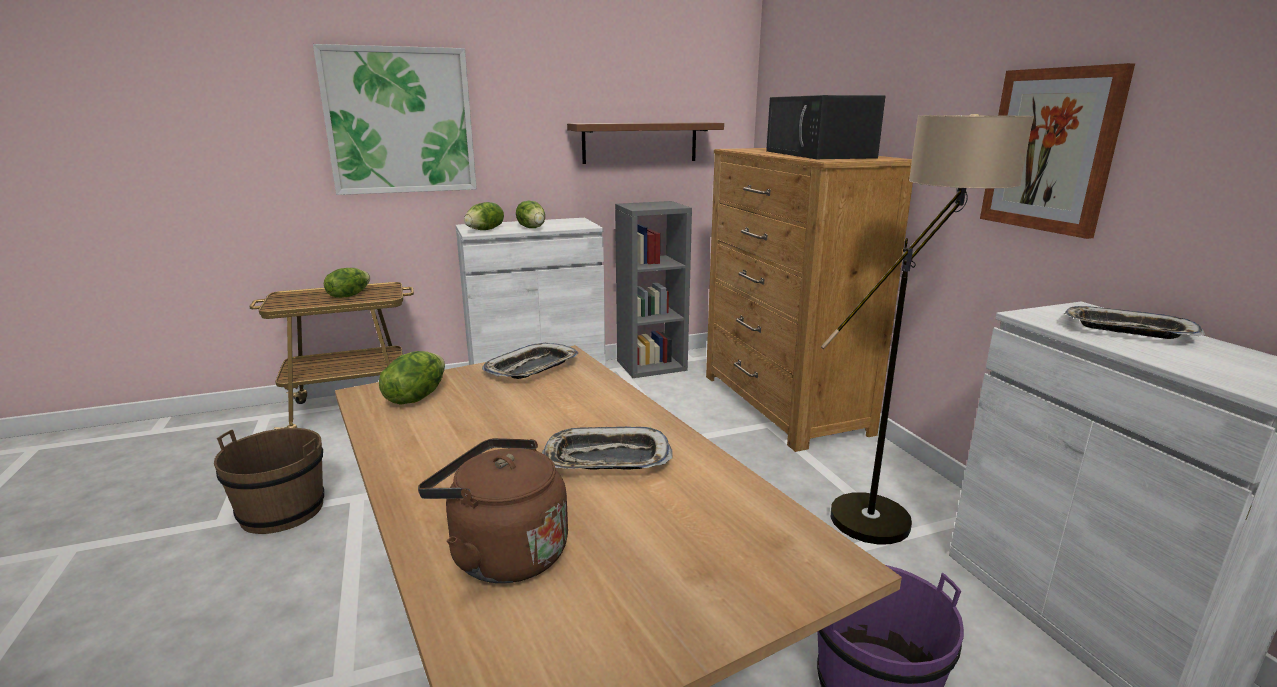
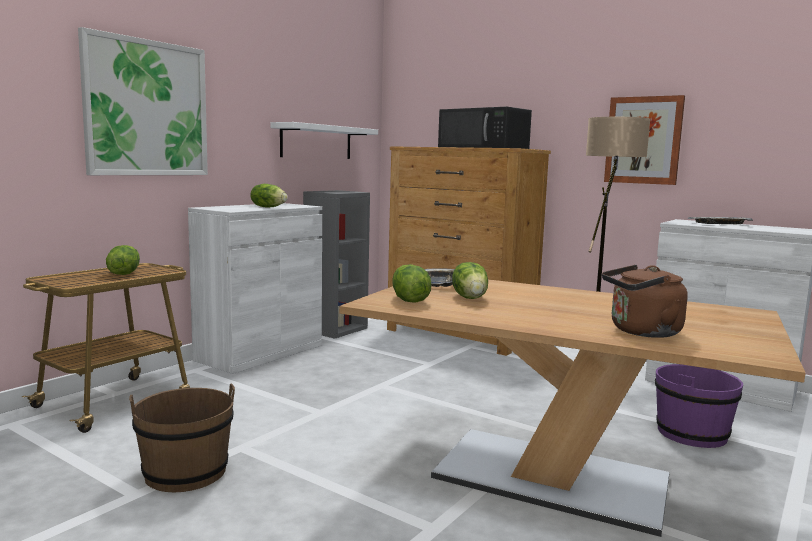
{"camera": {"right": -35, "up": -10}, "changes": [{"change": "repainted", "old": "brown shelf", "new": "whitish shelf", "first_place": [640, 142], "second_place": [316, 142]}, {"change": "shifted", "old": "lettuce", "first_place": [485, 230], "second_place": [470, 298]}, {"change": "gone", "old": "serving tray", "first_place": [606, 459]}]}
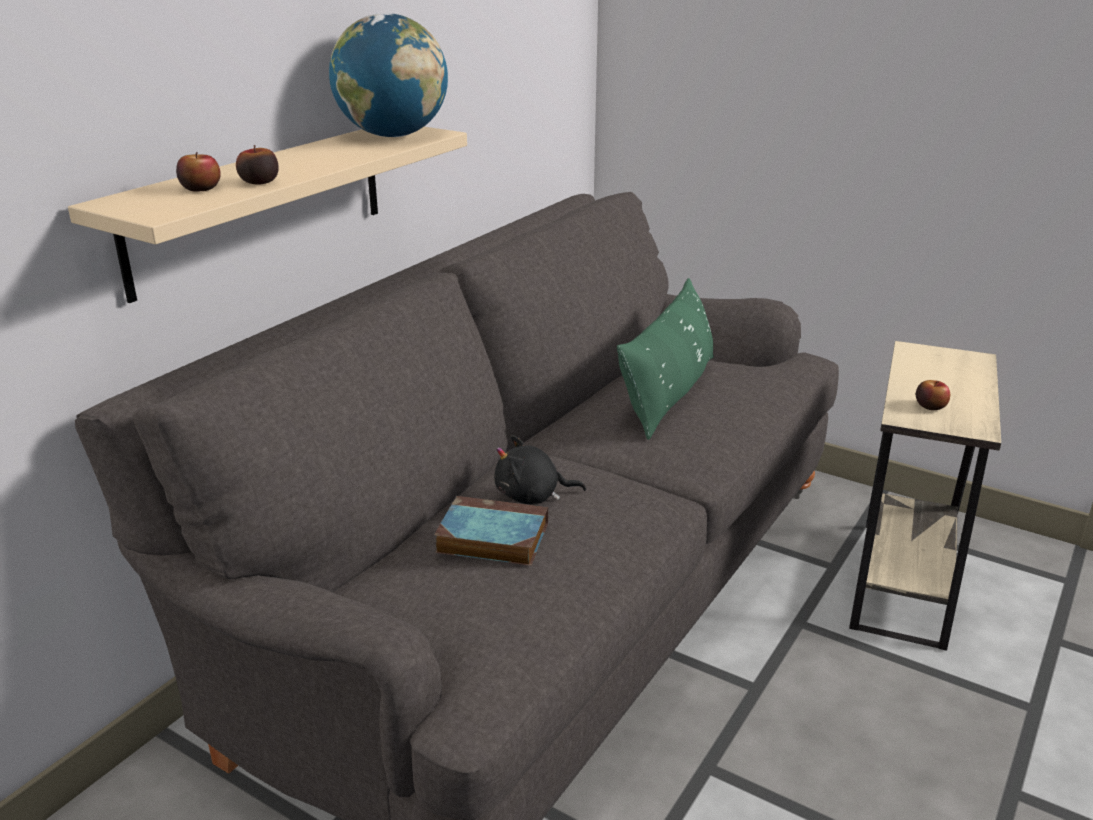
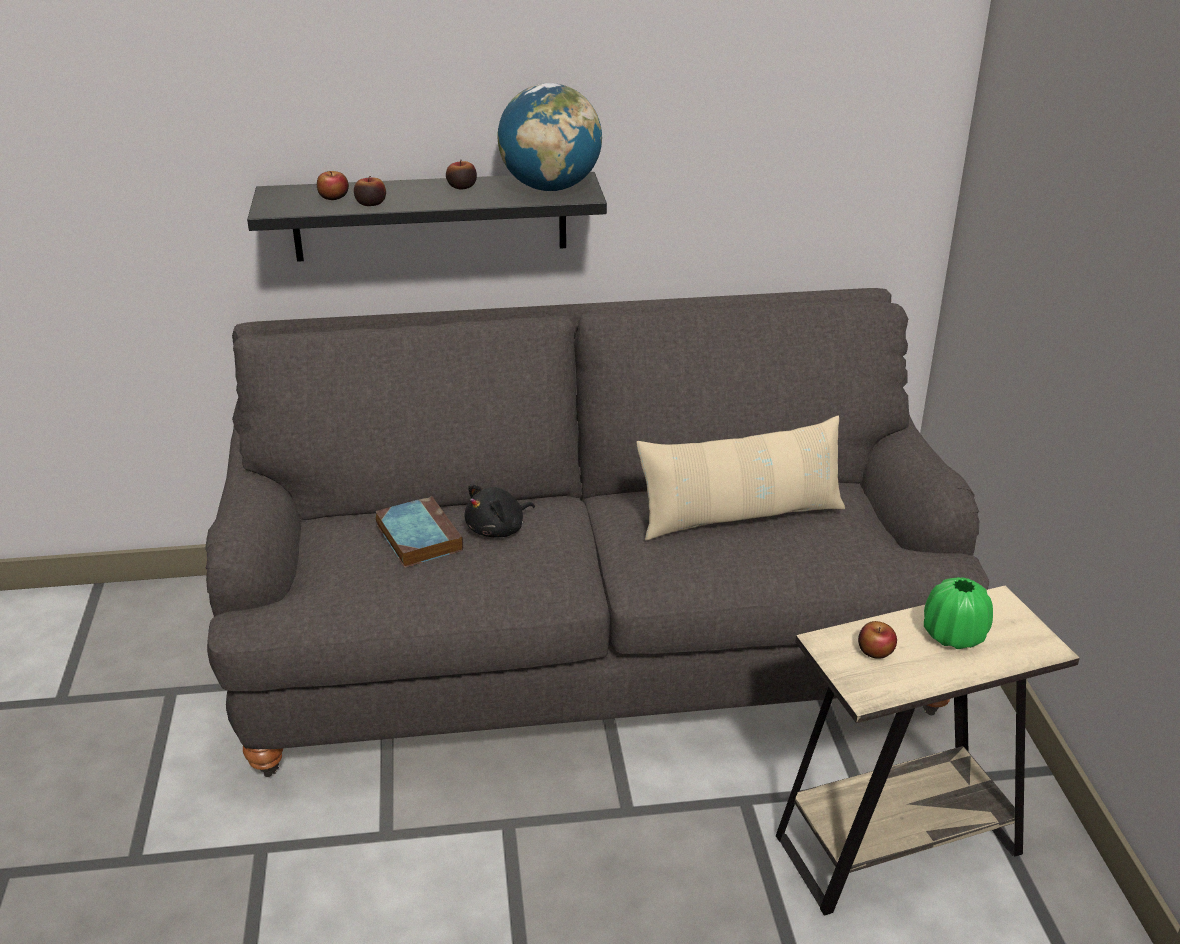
{"camera": {"right": 50, "up": 5}, "changes": [{"change": "repainted", "old": "beige-coloured shelf", "new": "black shelf", "first_place": [260, 205], "second_place": [430, 216]}, {"change": "new", "new": "apple fruit", "second_place": [461, 187]}, {"change": "rotated", "old": "black soft toy", "first_place": [532, 496], "second_place": [498, 529], "degrees": -90}, {"change": "repainted", "old": "greenish throw pillow", "new": "beige-coloured throw pillow", "first_place": [669, 393], "second_place": [741, 517]}, {"change": "new", "new": "greenish flower vase", "second_place": [954, 635]}]}
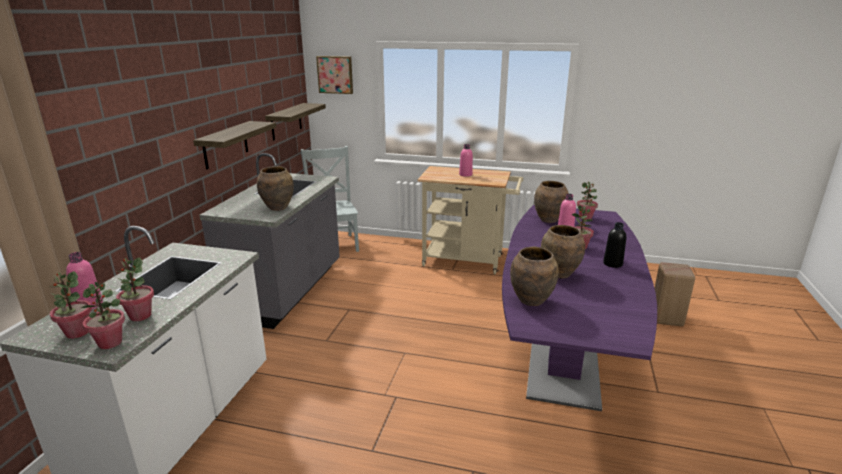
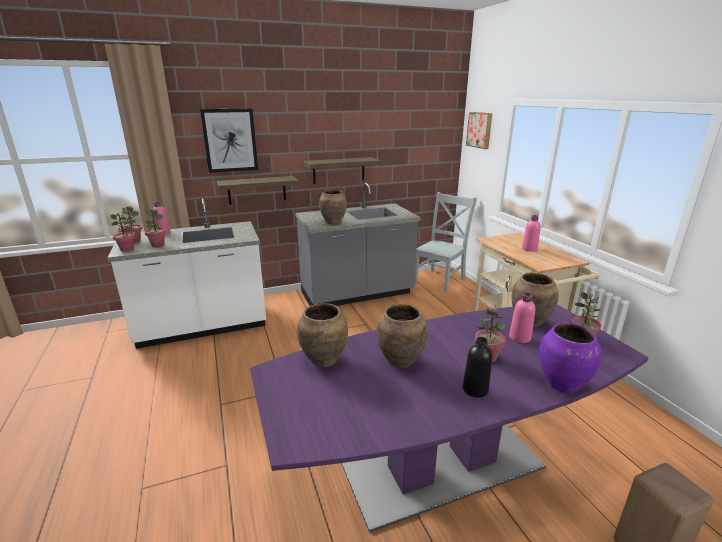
{"camera": {"right": 55, "up": 0}, "changes": [{"change": "new", "new": "wall art", "second_place": [230, 140]}, {"change": "shifted", "old": "shelf", "first_place": [286, 121], "second_place": [257, 190]}, {"change": "new", "new": "purplish flower vase", "second_place": [563, 385]}]}
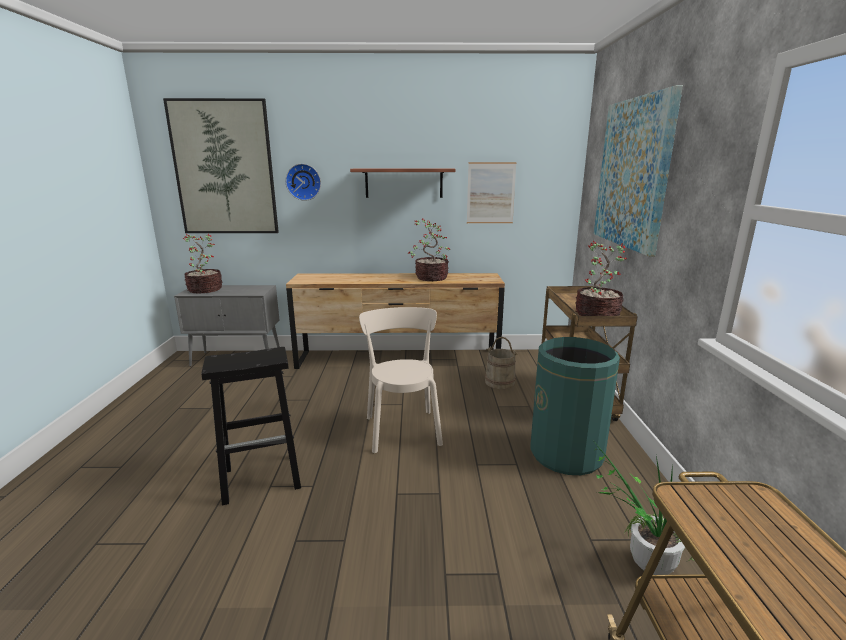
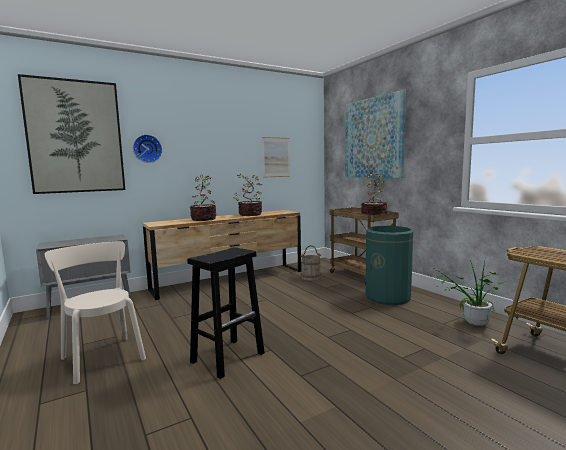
{"camera": {"right": -30, "up": -10}, "changes": [{"change": "shifted", "old": "beige-coloured plain chair", "first_place": [402, 428], "second_place": [102, 357]}, {"change": "shifted", "old": "potted plant", "first_place": [204, 290], "second_place": [204, 219]}, {"change": "gone", "old": "shelf", "first_place": [404, 183]}]}
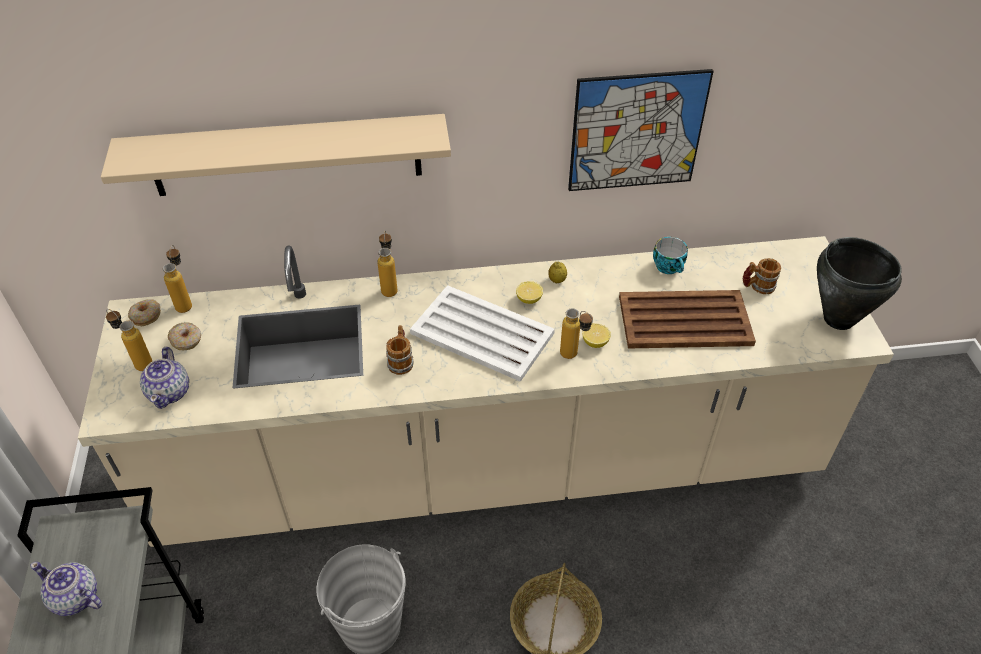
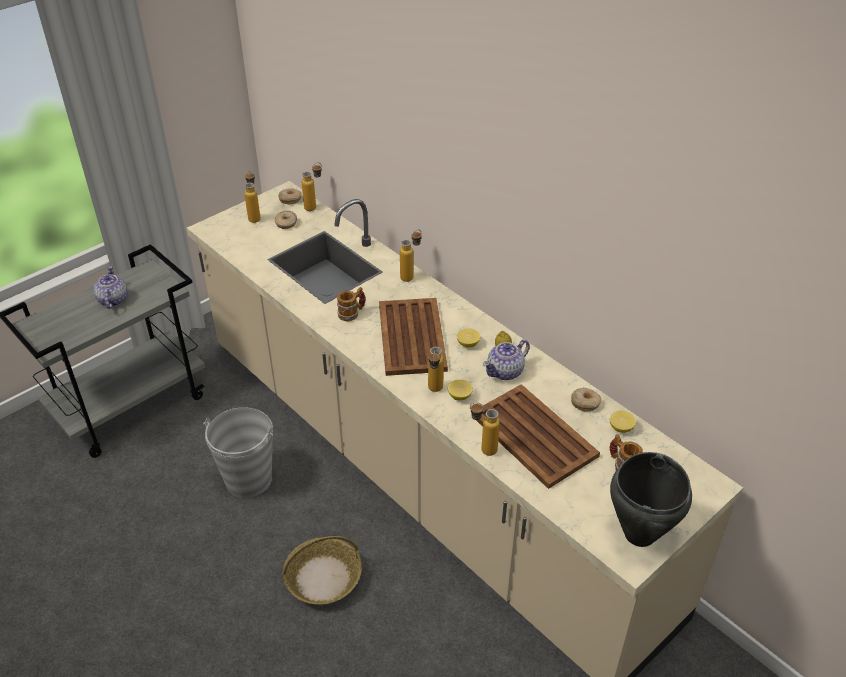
{"camera": {"right": 55, "up": -5}, "changes": [{"change": "repainted", "old": "whitish serving tray", "new": "brown serving tray", "first_place": [483, 334], "second_place": [411, 338]}, {"change": "new", "new": "beverage bottle", "second_place": [482, 449]}, {"change": "shifted", "old": "teapot", "first_place": [170, 392], "second_place": [505, 371]}, {"change": "swapped", "old": "small cup", "new": "doughnut", "first_place": [669, 267], "second_place": [585, 403]}, {"change": "new", "new": "whole lemon", "second_place": [621, 428]}, {"change": "gone", "old": "beige-coloured shelf", "first_place": [286, 155]}, {"change": "gone", "old": "wall art", "first_place": [636, 131]}]}
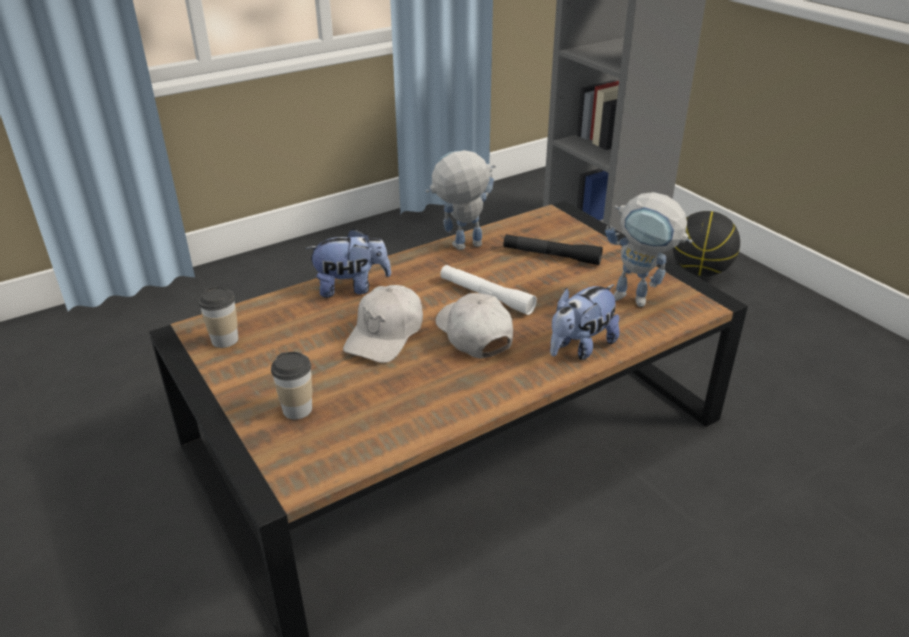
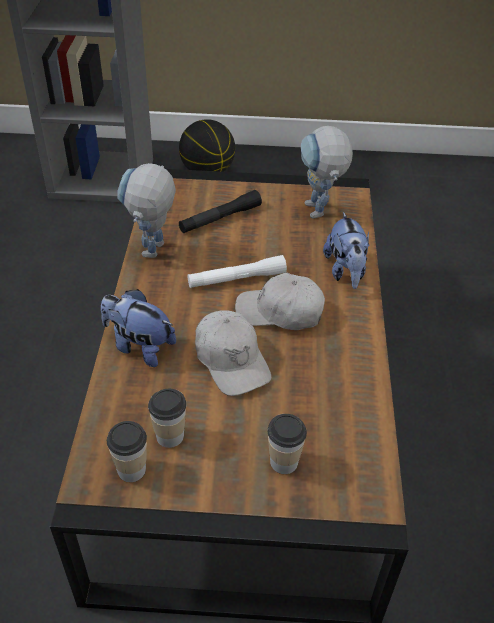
{"camera": {"right": -55, "up": 10}, "changes": [{"change": "rotated", "old": "soft toy", "first_place": [351, 288], "second_place": [139, 346], "degrees": -90}, {"change": "new", "new": "small cup", "second_place": [170, 436]}, {"change": "rotated", "old": "model robot", "first_place": [640, 300], "second_place": [319, 214], "degrees": 105}]}
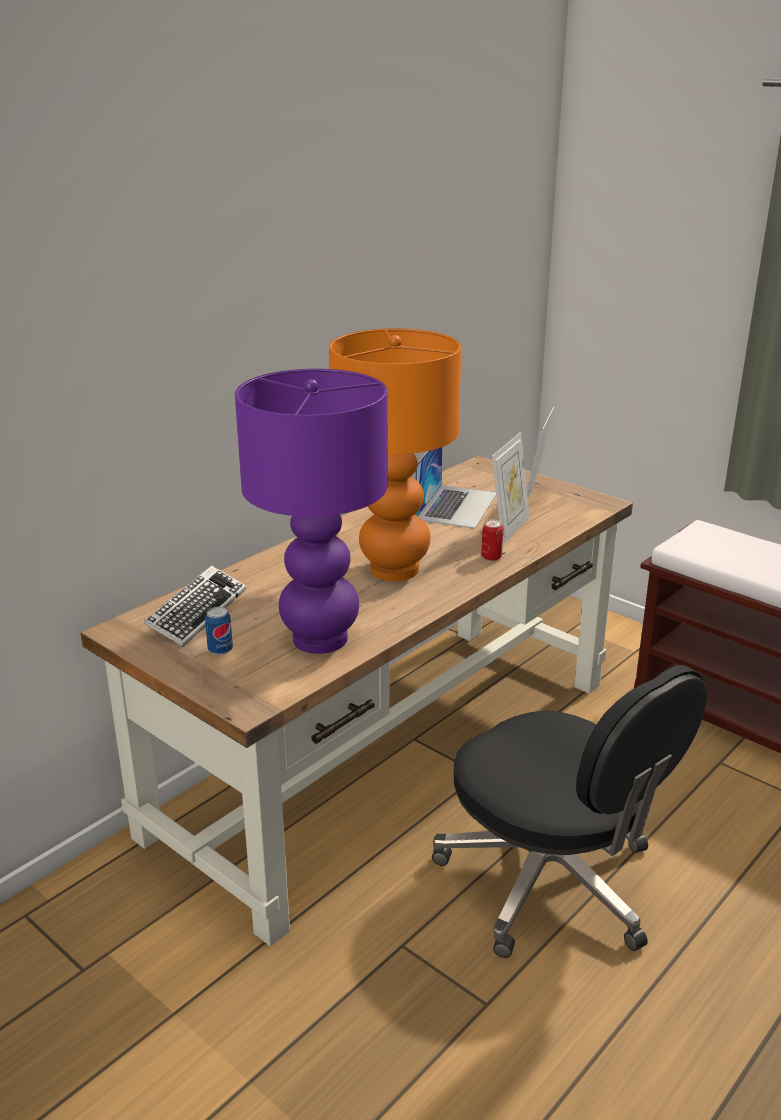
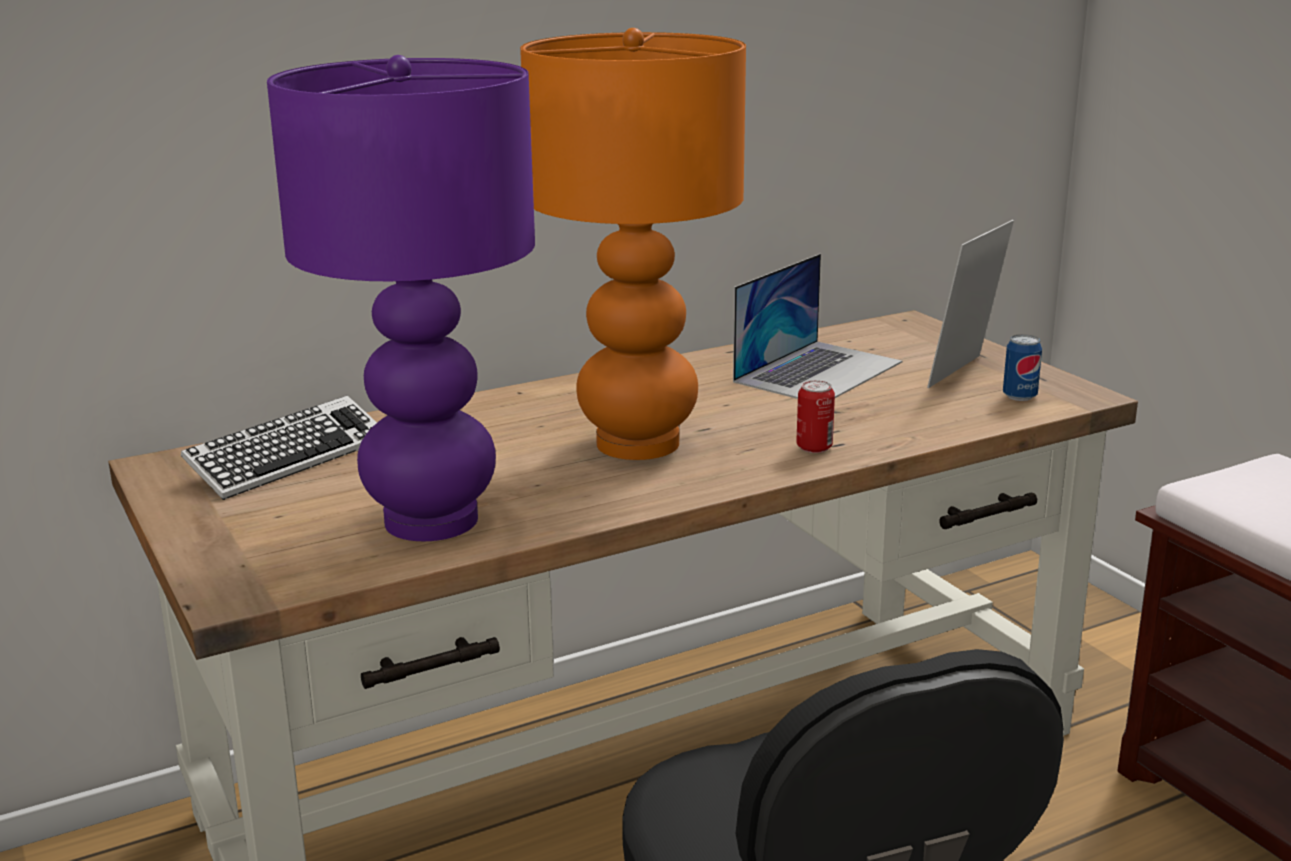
{"camera": {"right": 20, "up": -5}, "changes": [{"change": "shifted", "old": "metal can", "first_place": [220, 650], "second_place": [1019, 396]}, {"change": "gone", "old": "standing frame", "first_place": [509, 529]}]}
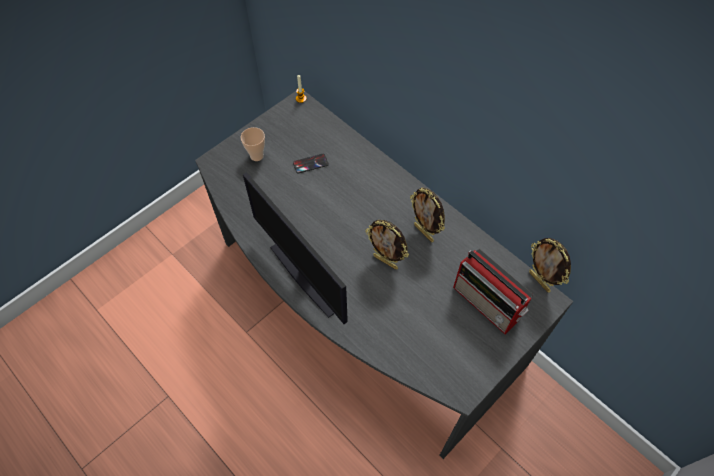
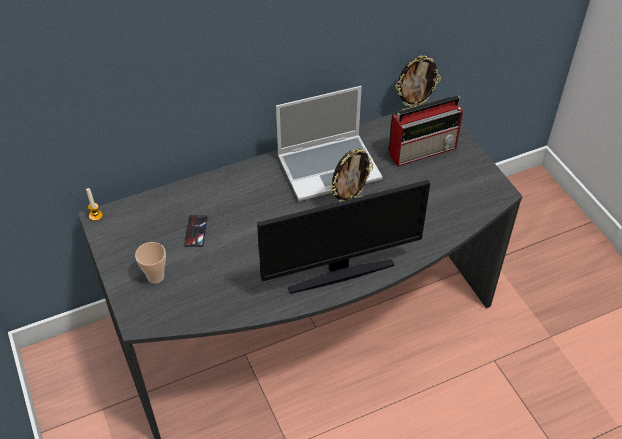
{"camera": {"right": -70, "up": -10}, "changes": [{"change": "swapped", "old": "standing frame", "new": "notebook computer", "first_place": [424, 233], "second_place": [329, 167]}]}
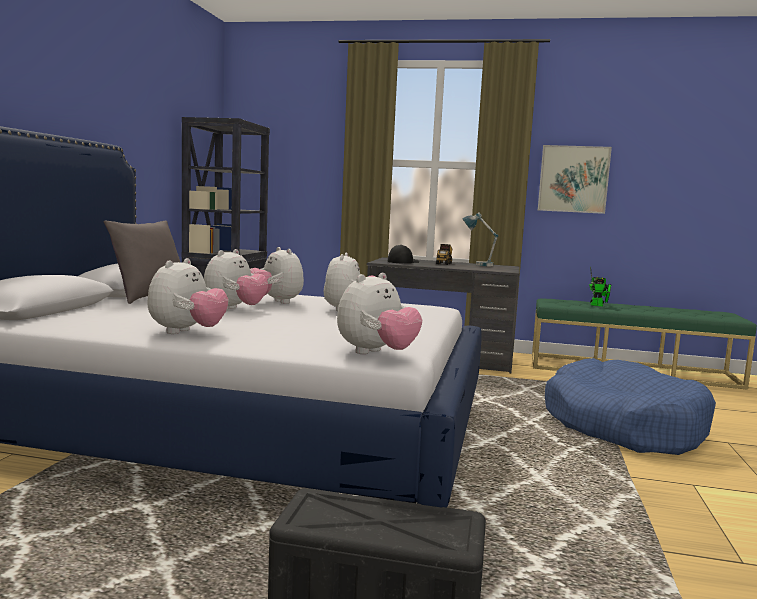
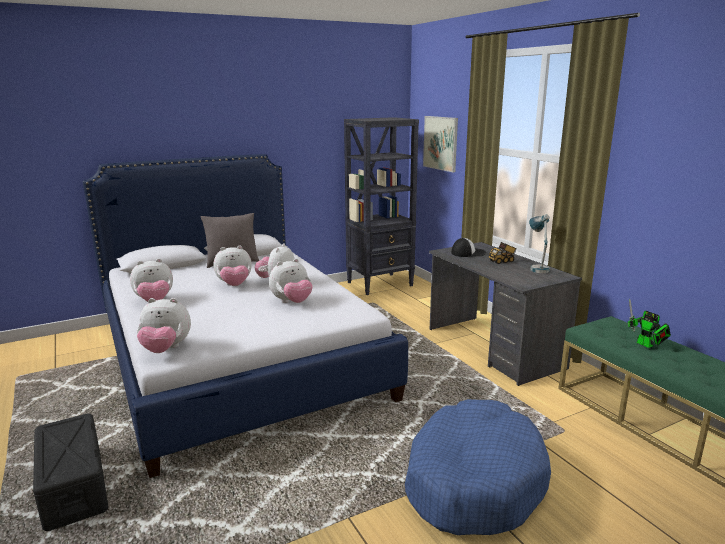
{"camera": {"right": 50, "up": 10}, "changes": [{"change": "shifted", "old": "wall art", "first_place": [573, 179], "second_place": [440, 143]}]}
